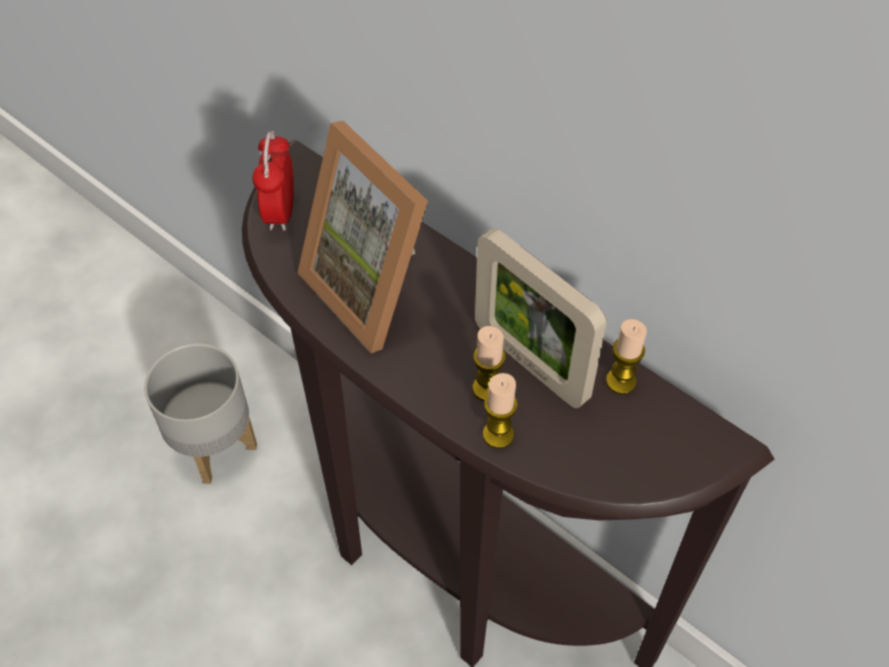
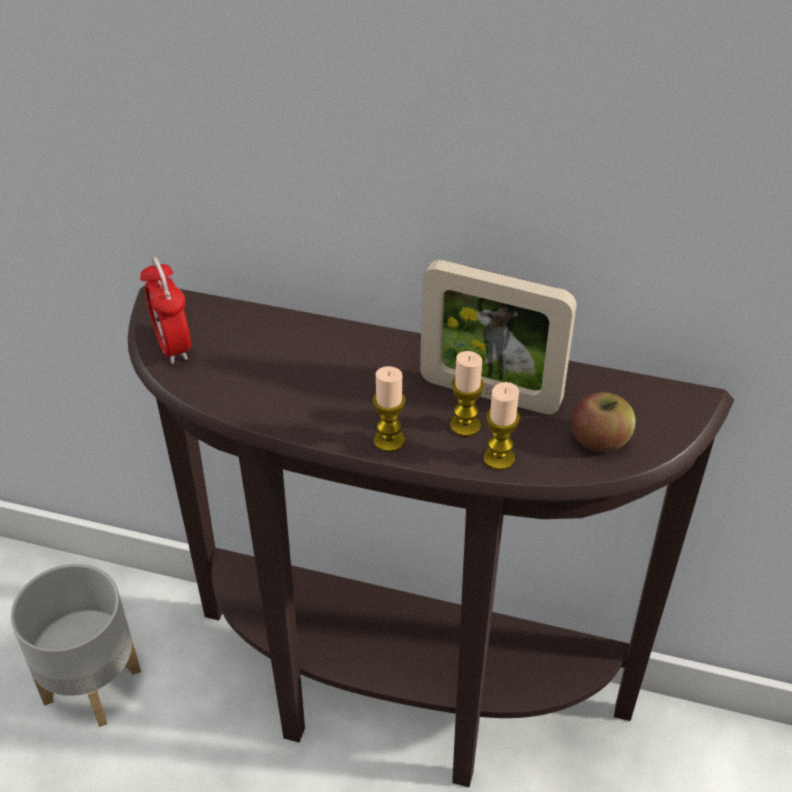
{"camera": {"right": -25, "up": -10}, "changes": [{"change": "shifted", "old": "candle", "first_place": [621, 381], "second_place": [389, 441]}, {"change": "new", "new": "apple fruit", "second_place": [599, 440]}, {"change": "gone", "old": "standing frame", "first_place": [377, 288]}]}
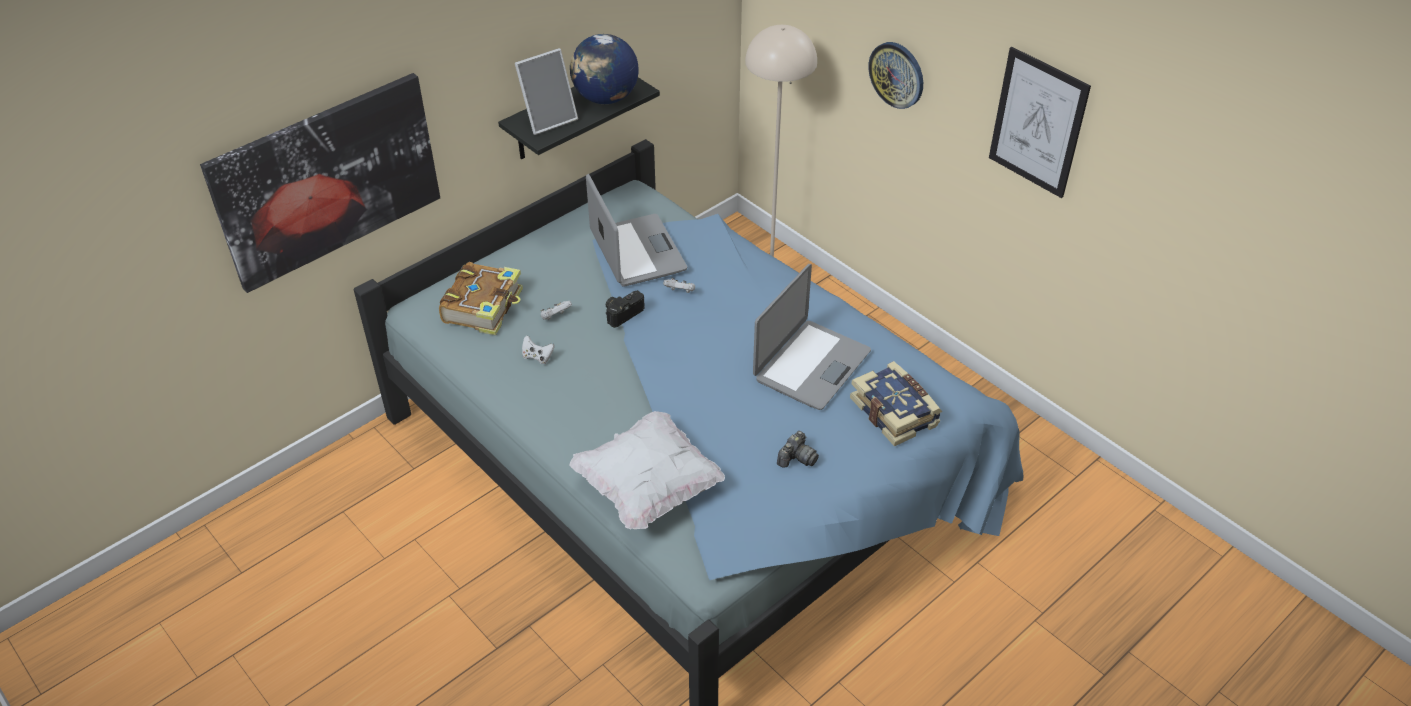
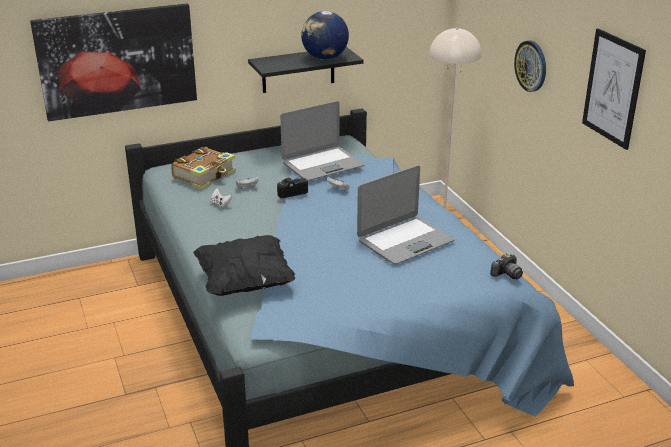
{"camera": {"right": 20, "up": -15}, "changes": [{"change": "repainted", "old": "whitish throw pillow", "new": "black throw pillow", "first_place": [648, 487], "second_place": [245, 283]}, {"change": "rotated", "old": "notebook computer", "first_place": [637, 252], "second_place": [322, 165], "degrees": 60}, {"change": "shifted", "old": "photo camera", "first_place": [797, 458], "second_place": [506, 274]}, {"change": "gone", "old": "standing frame", "first_place": [548, 119]}, {"change": "gone", "old": "volume", "first_place": [895, 412]}]}
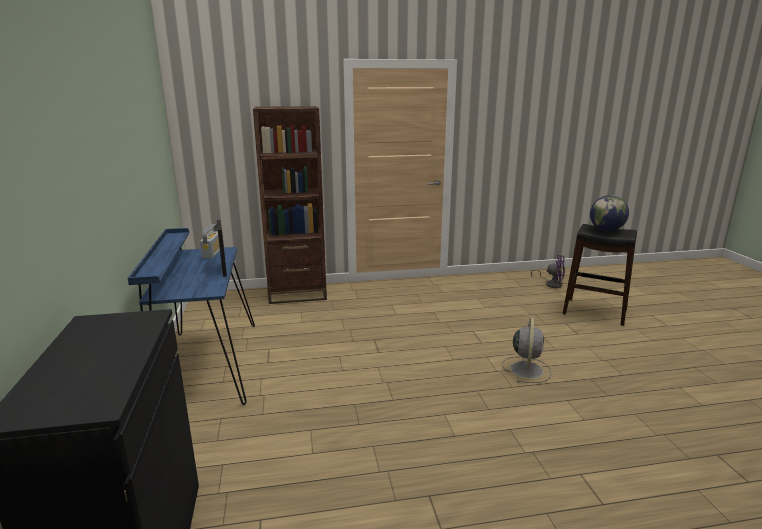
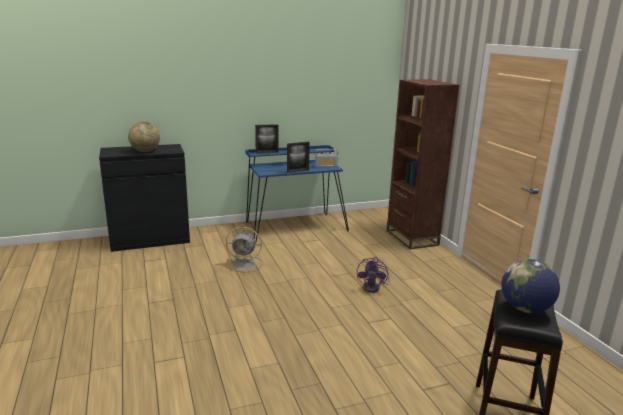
{"camera": {"right": 80, "up": 0}, "changes": [{"change": "new", "new": "desk globe", "second_place": [145, 151]}, {"change": "shifted", "old": "grey fan", "first_place": [526, 369], "second_place": [245, 264]}, {"change": "new", "new": "standing frame", "second_place": [267, 152]}, {"change": "shifted", "old": "purplish fan", "first_place": [551, 284], "second_place": [374, 288]}]}
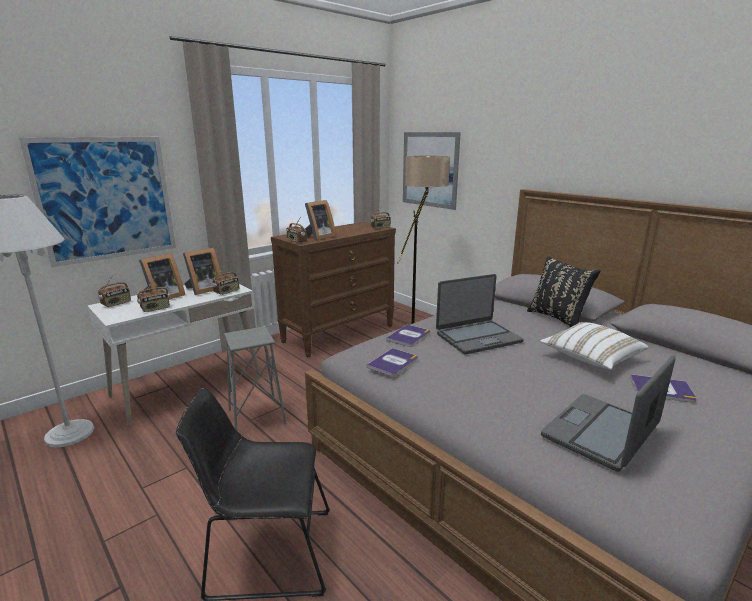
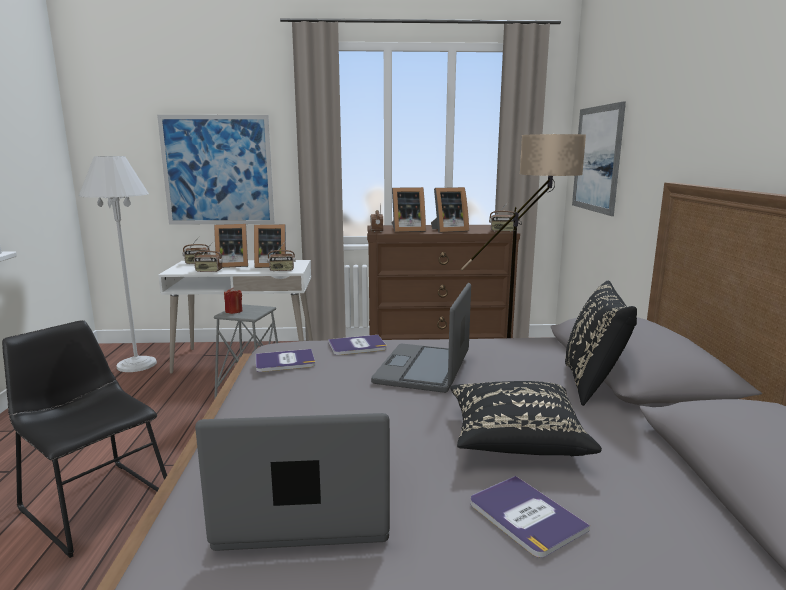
{"camera": {"right": 40, "up": -5}, "changes": [{"change": "new", "new": "red candle", "second_place": [234, 311]}, {"change": "rotated", "old": "notebook computer", "first_place": [477, 337], "second_place": [424, 369], "degrees": 90}, {"change": "new", "new": "standing frame", "second_place": [448, 230]}, {"change": "repainted", "old": "whitish throw pillow", "new": "black throw pillow", "first_place": [591, 358], "second_place": [515, 439]}]}
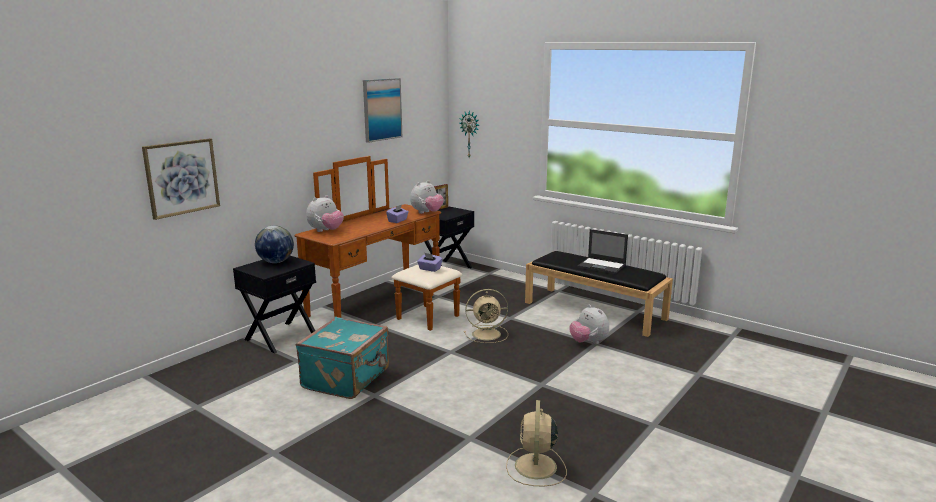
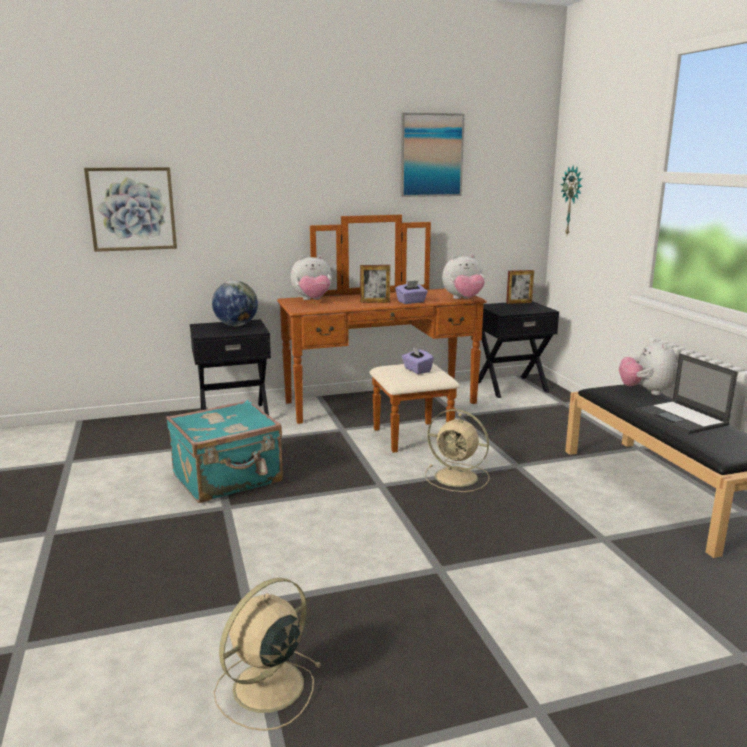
{"camera": {"right": 35, "up": 0}, "changes": [{"change": "new", "new": "standing frame", "second_place": [375, 302]}, {"change": "shifted", "old": "soft toy", "first_place": [588, 342], "second_place": [646, 391]}]}
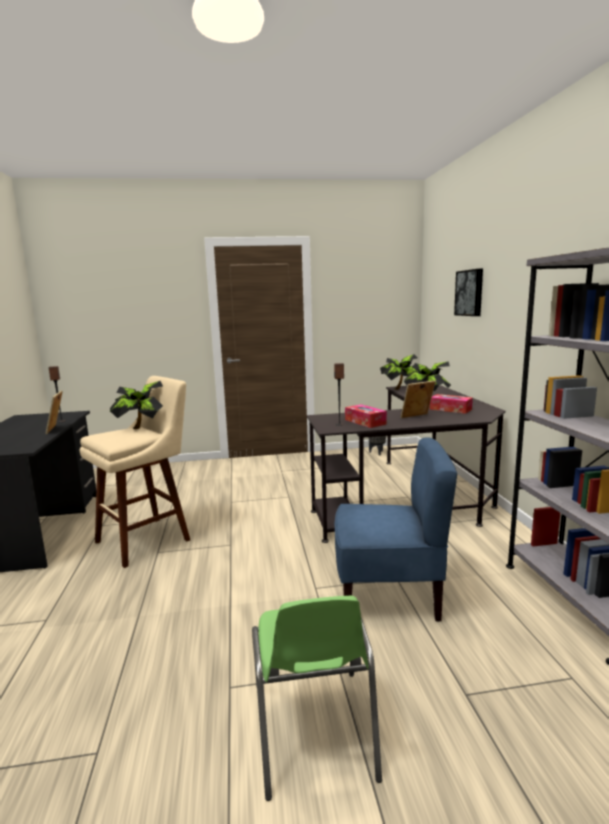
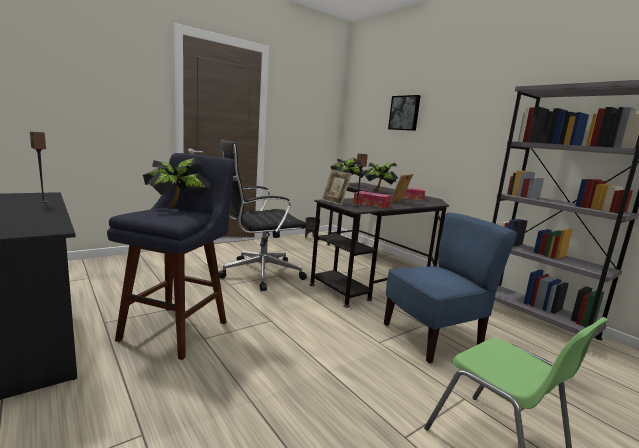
{"camera": {"right": -30, "up": 0}, "changes": [{"change": "repainted", "old": "beige-coloured sitting stool", "new": "blue sitting stool", "first_place": [148, 538], "second_place": [179, 327]}, {"change": "new", "new": "black desk chair", "second_place": [259, 273]}, {"change": "shifted", "old": "standing frame", "first_place": [56, 429], "second_place": [335, 202]}]}
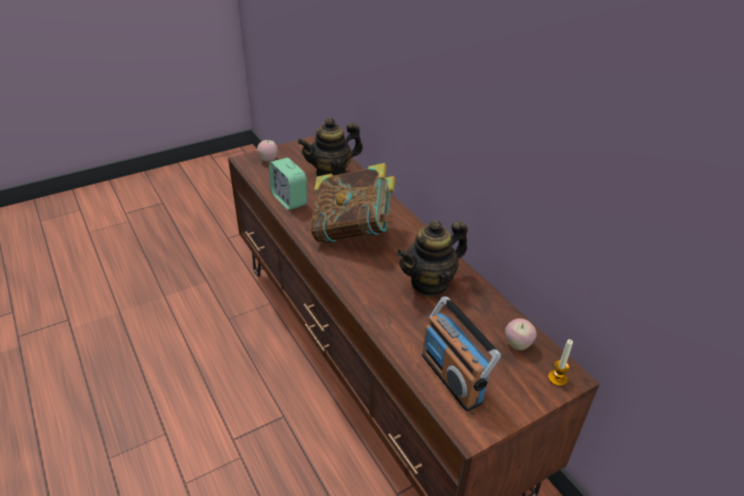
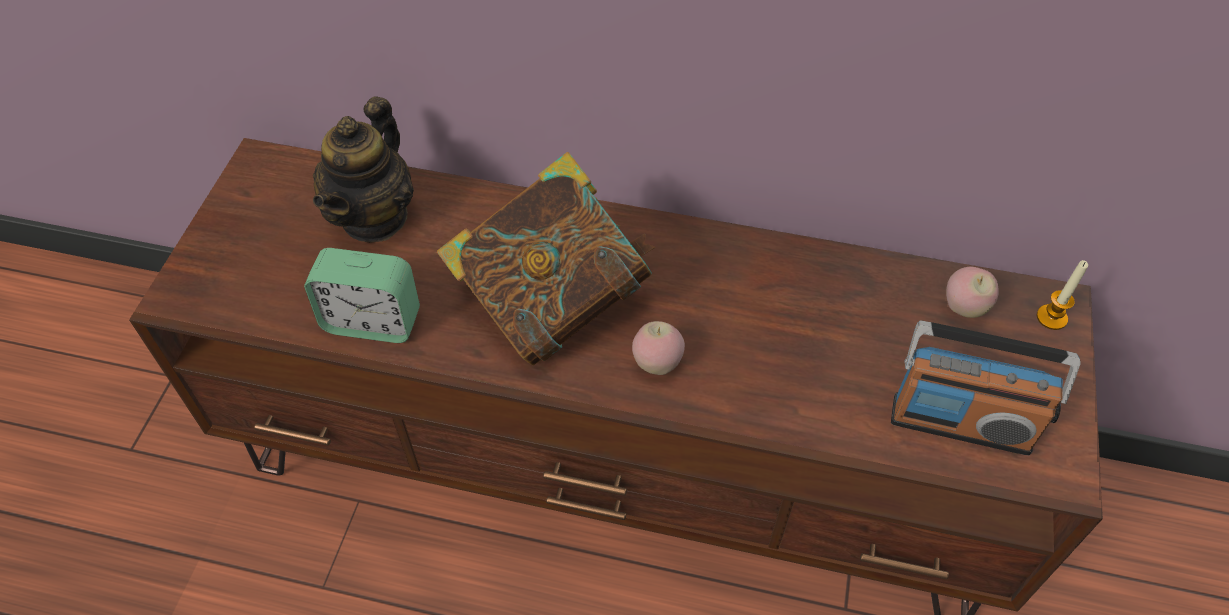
{"camera": {"right": -45, "up": 15}, "changes": [{"change": "shifted", "old": "apple fruit", "first_place": [268, 160], "second_place": [657, 363]}, {"change": "gone", "old": "teapot", "first_place": [430, 283]}]}
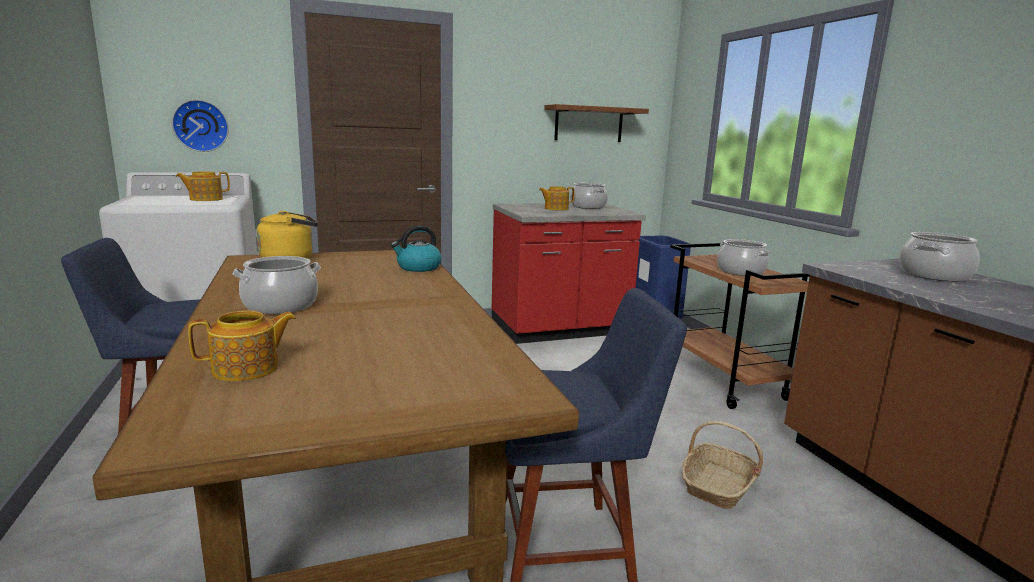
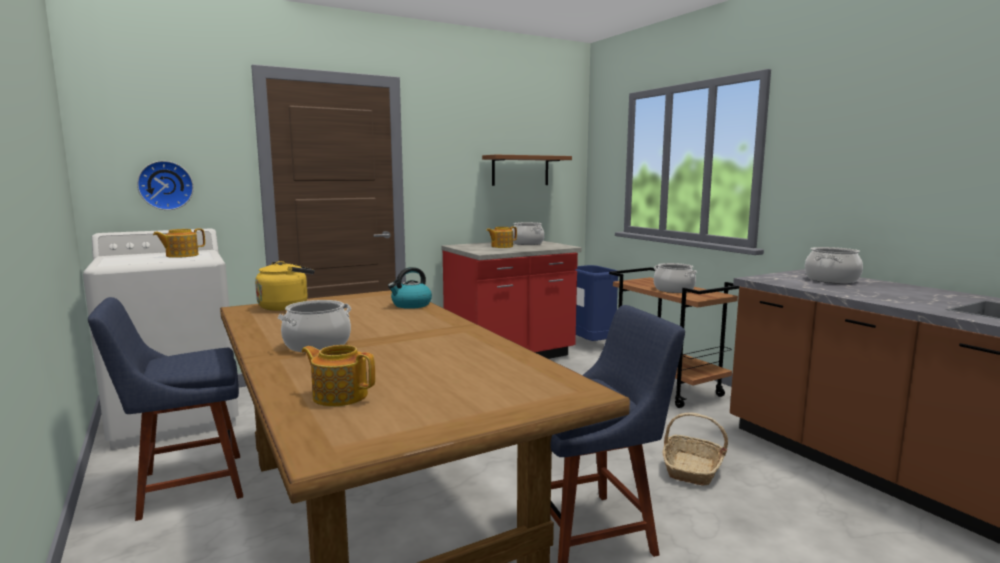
{"camera": {"right": -10, "up": -5}, "changes": [{"change": "rotated", "old": "teapot", "first_place": [247, 369], "second_place": [339, 395], "degrees": -120}]}
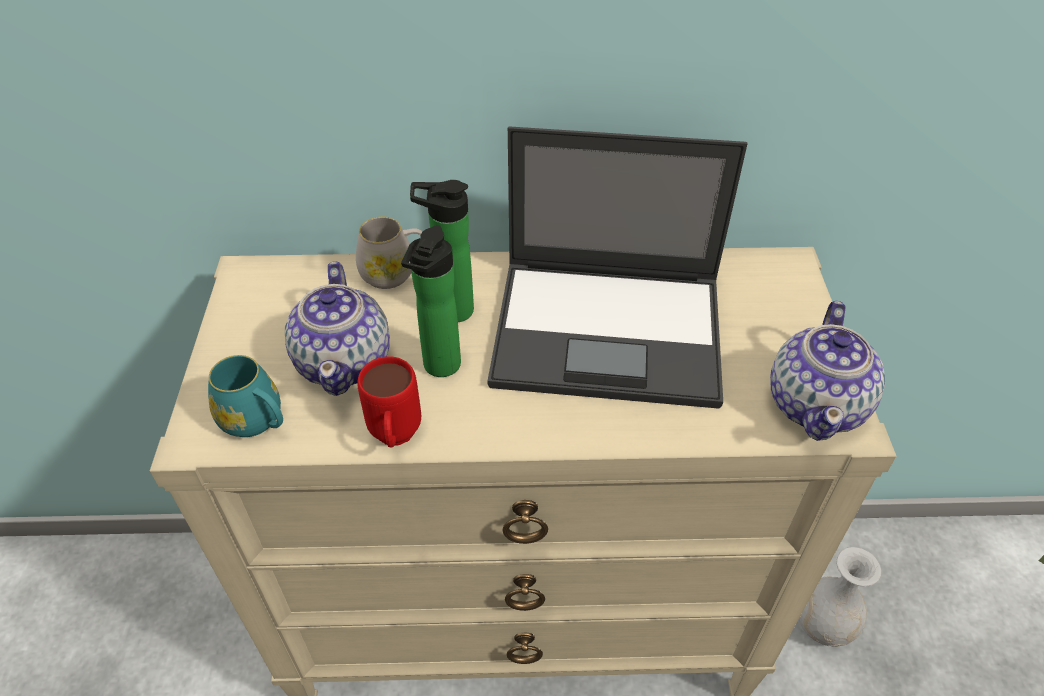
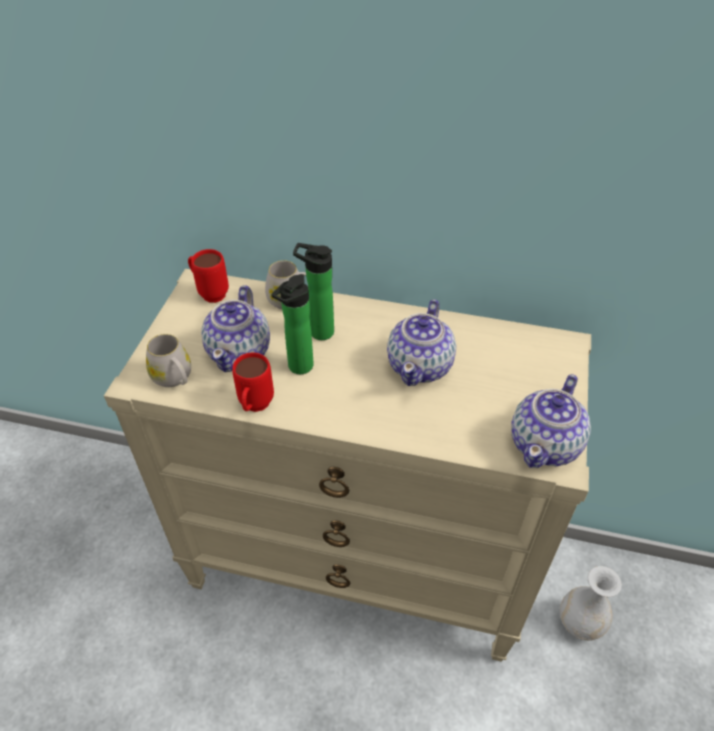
{"camera": {"right": 15, "up": 0}, "changes": [{"change": "repainted", "old": "blue-green tea mug", "new": "whitish tea mug", "first_place": [257, 421], "second_place": [174, 378]}, {"change": "new", "new": "red tea mug", "second_place": [209, 293]}, {"change": "swapped", "old": "notebook computer", "new": "teapot", "first_place": [611, 331], "second_place": [420, 366]}]}
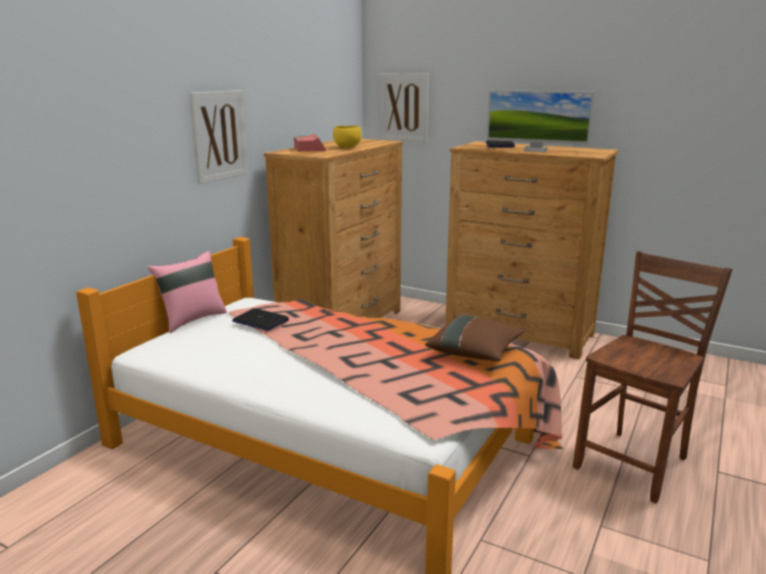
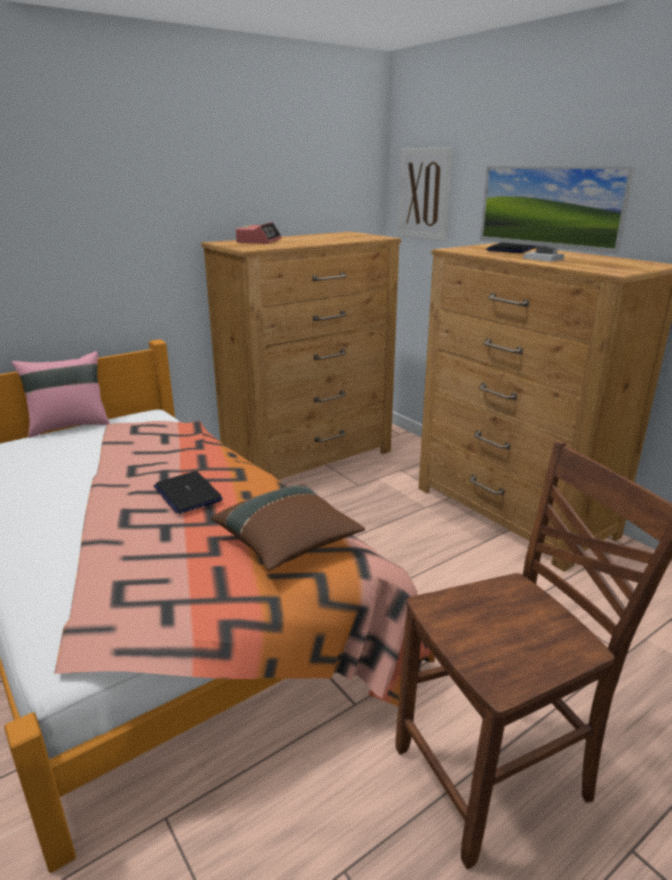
{"camera": {"right": 25, "up": 5}, "changes": [{"change": "shifted", "old": "notebook computer", "first_place": [260, 321], "second_place": [187, 493]}, {"change": "gone", "old": "wall art", "first_place": [219, 135]}, {"change": "gone", "old": "yellowish bowl", "first_place": [347, 147]}]}
